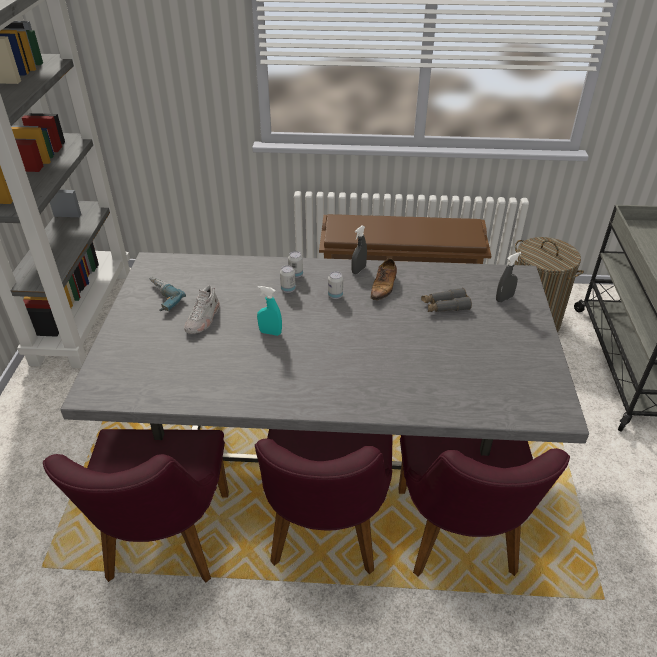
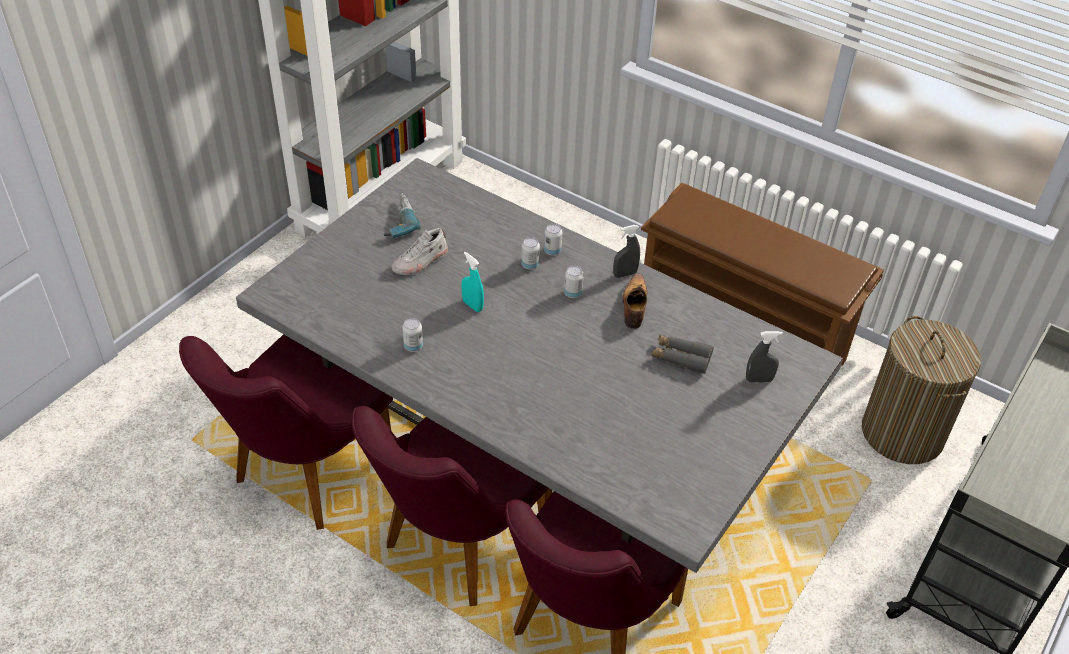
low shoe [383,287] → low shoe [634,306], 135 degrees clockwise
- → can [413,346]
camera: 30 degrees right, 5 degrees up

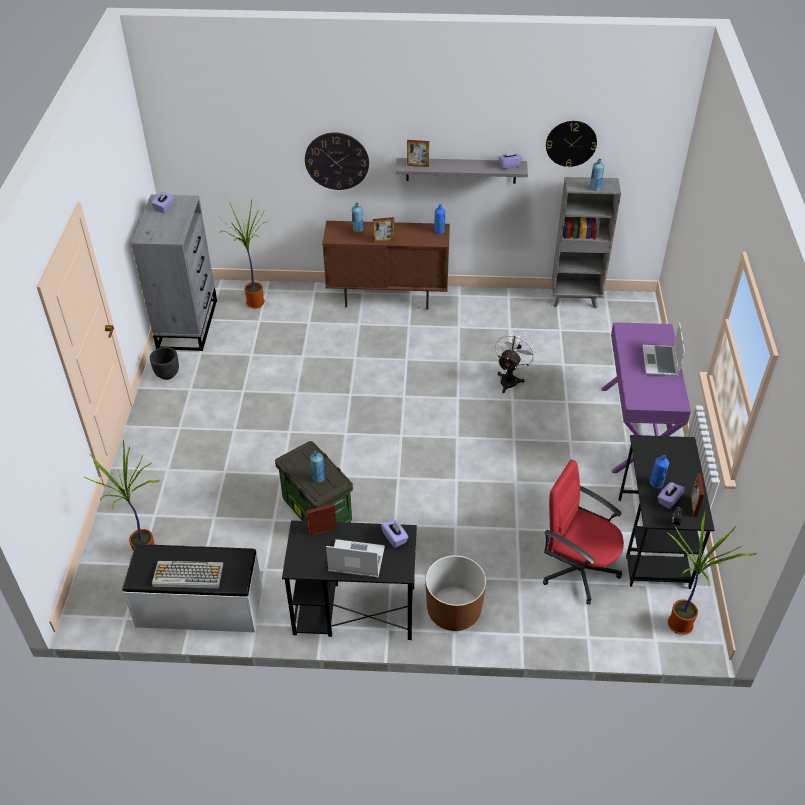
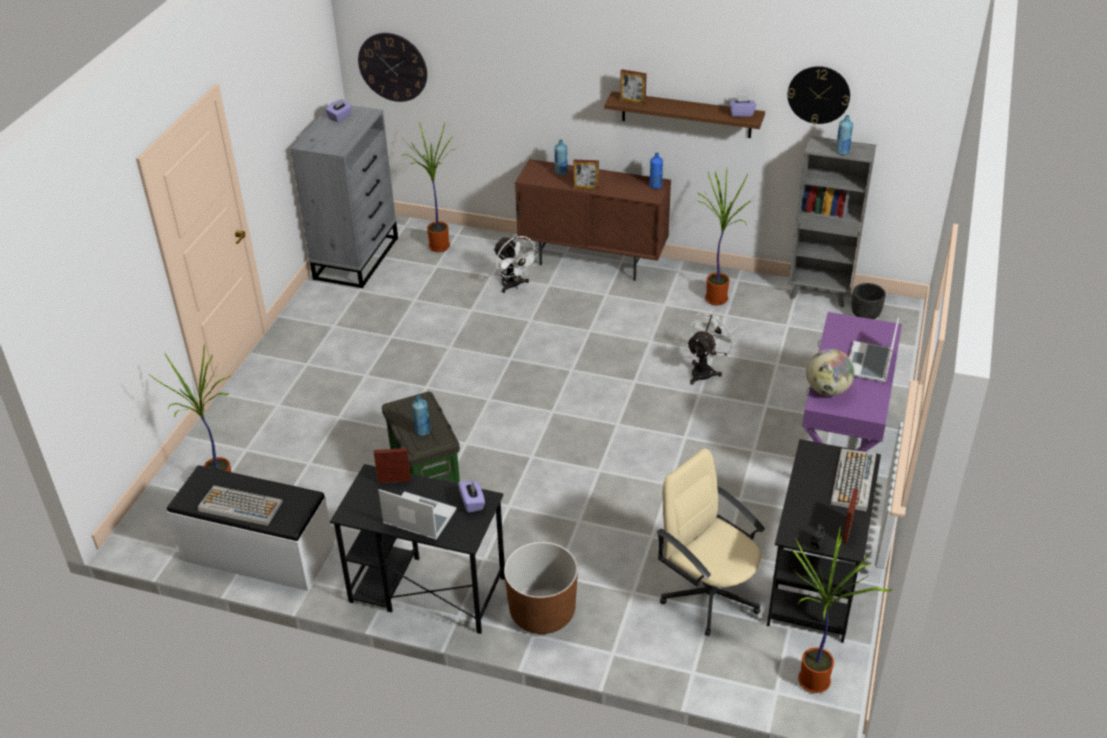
flower pot (black-coloured) [167,374] → flower pot (black-coloured) [864,316], shifted
hanging clock [337,161] → hanging clock [393,67], shifted
wall shelf (grey) [461,170] → wall shelf (brownish) [686,115]
office chair (reddish) [578,569] → office chair (sand-coloured) [709,594]
beverage bottle (bluish) [656,483] → -
tissue box (purple-coloured) [668,500] → -
- → electric fan (white) [514,286]
- → houseplant [716,298]
- → globe [827,390]
- → PC keyboard [853,481]
camera: 15 degrees right, 5 degrees down

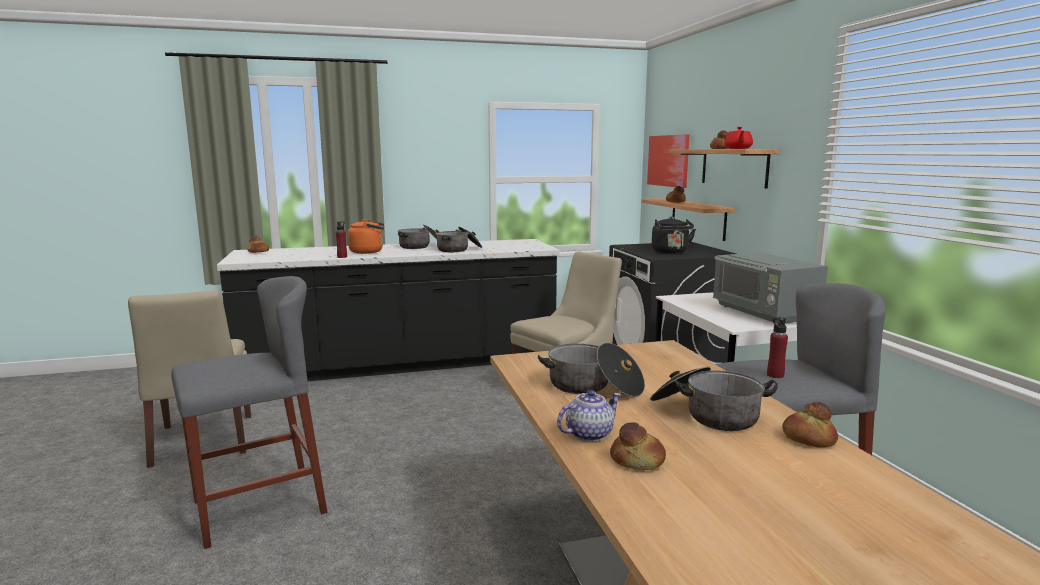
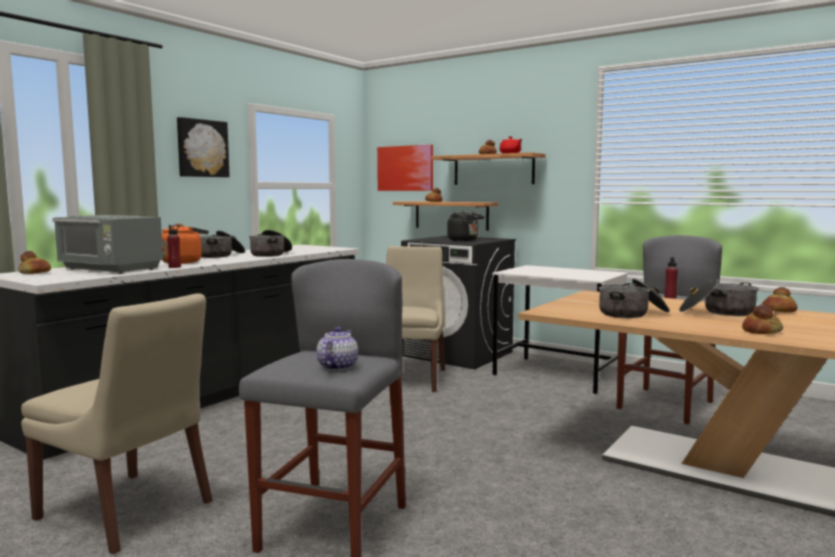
pot for tea [589,434] → pot for tea [337,366], shifted
kitchen microwave (grey) [764,314] → kitchen microwave (grey) [111,269], shifted
- → wall art [202,148]
camera: 40 degrees left, 5 degrees down

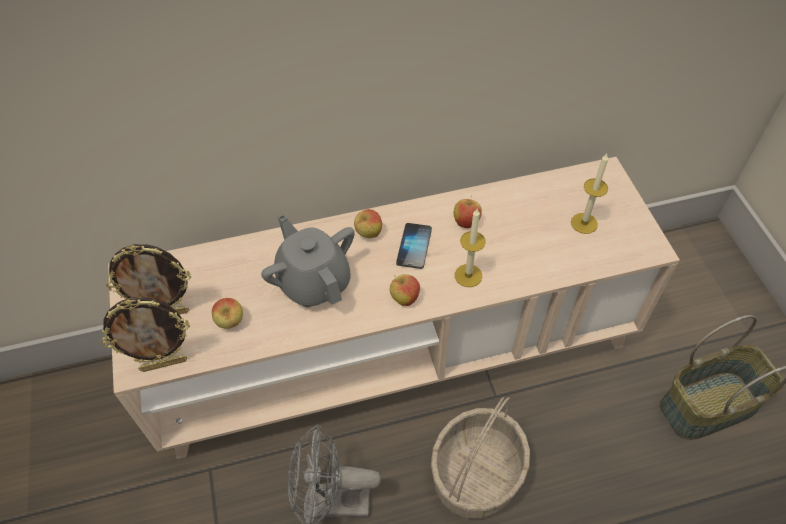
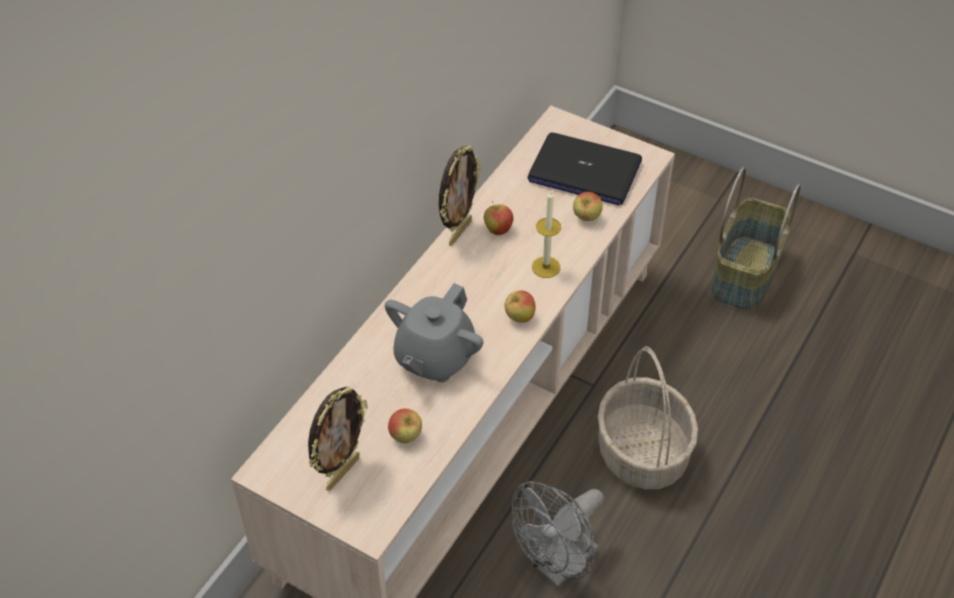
photo frame [164,363] → photo frame [459,232], shifted
pot for tea (grey) [314,282] → pot for tea (grey) [434,358], 75 degrees counterclockwise
apple [368,233] → apple [586,218], shifted
phone [414,246] → -
wax candle [584,223] → notebook computer [584,171]
camera: 45 degrees left, 5 degrees down

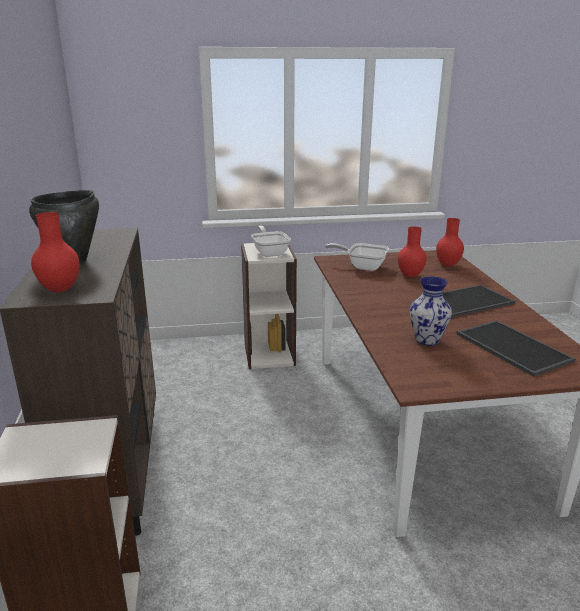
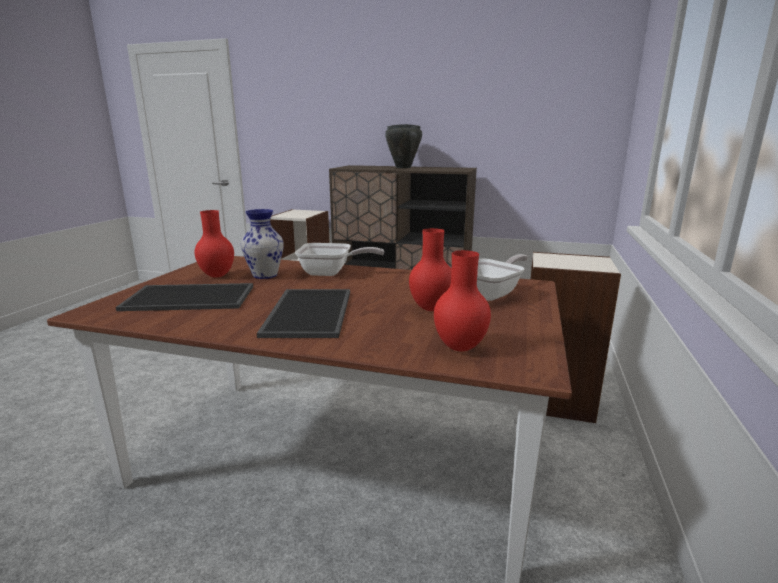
flower vase (reddish) [59,290] → flower vase (reddish) [217,275], shifted
frying pan [270,252] → frying pan [331,273], shifted
camera: 115 degrees right, 5 degrees down

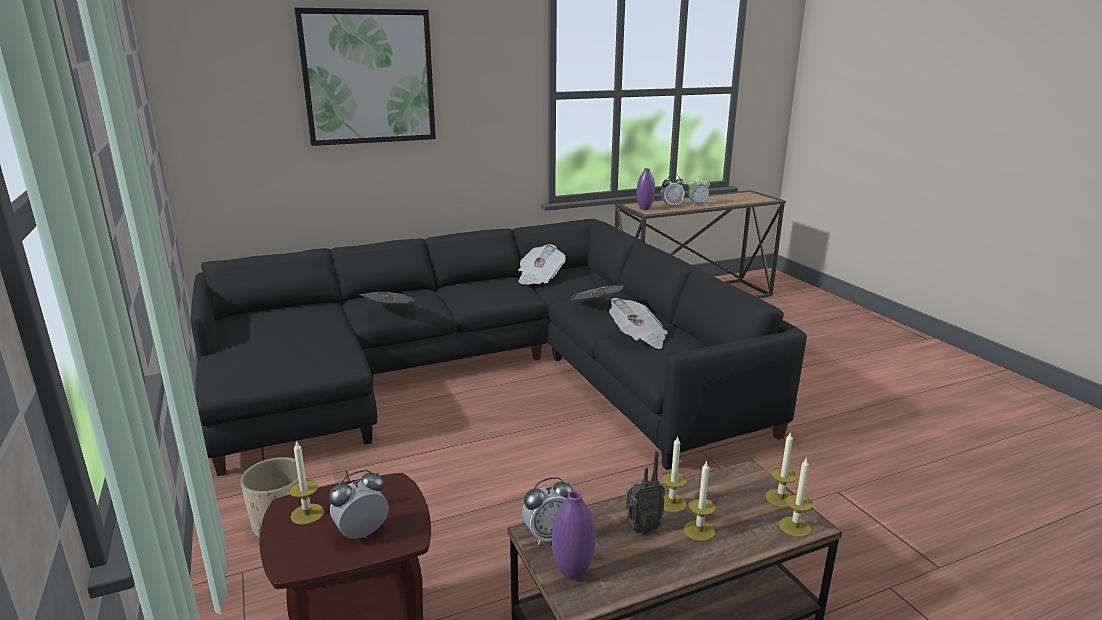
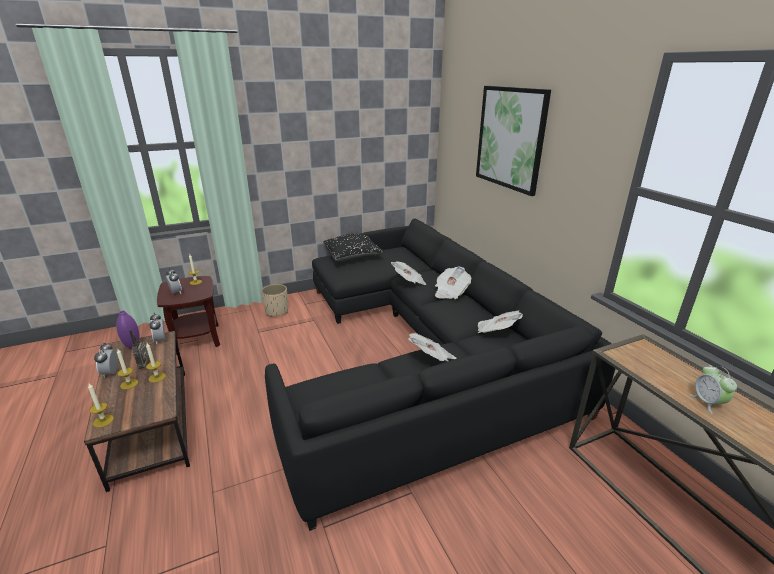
daily paper [638,338] → daily paper [450,292], shifted
flower vase (purple-coloured) [644,208] → -
table clock [671,205] → table clock [111,373], shifted
wax candle [780,498] → -
- → throw pillow (black-coloured) [353,256]
camera: 90 degrees right, 5 degrees up

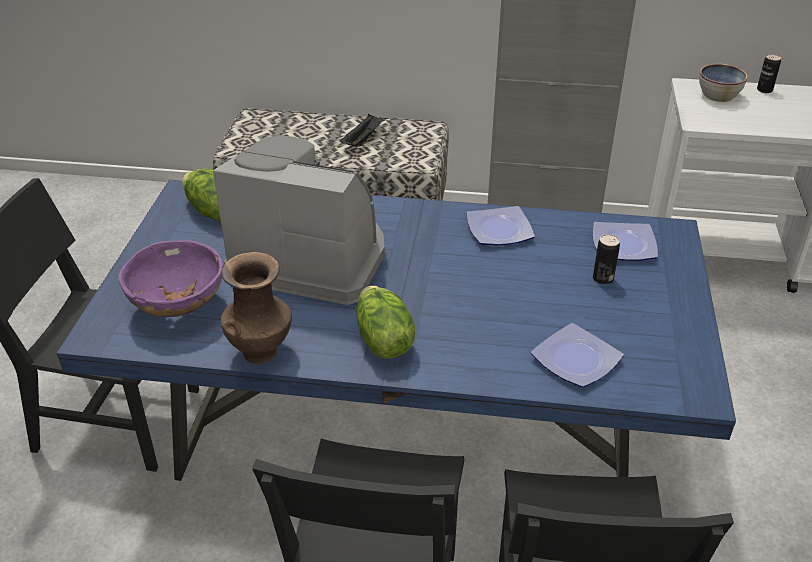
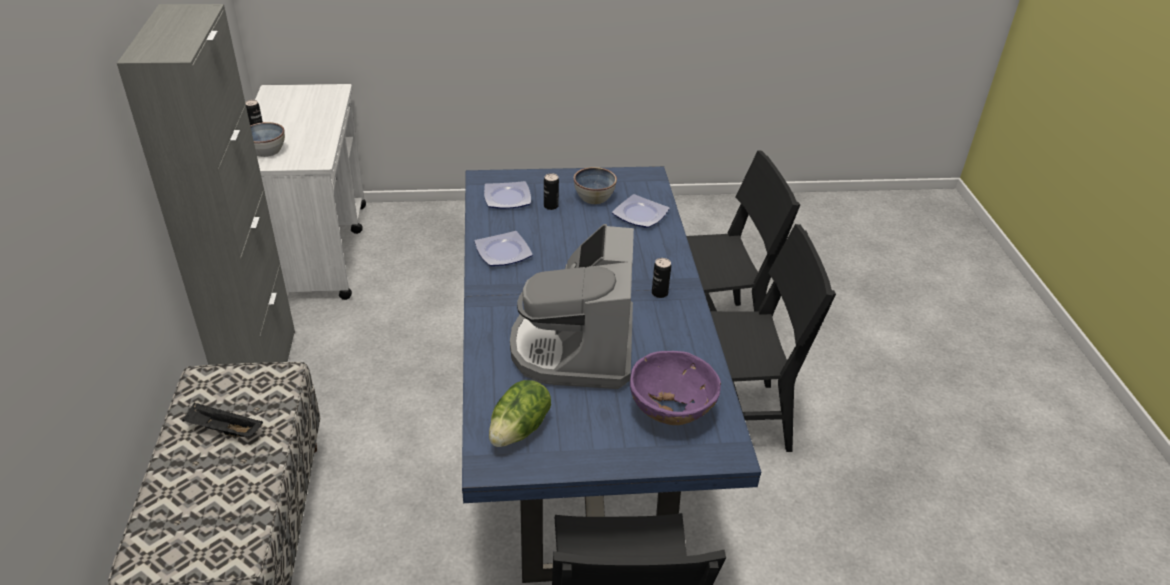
flower vase (brownish) [261,351] → -
lettuce head [382,341] → can [659,293]
- → serving bowl [594,197]
camera: 105 degrees left, 0 degrees up

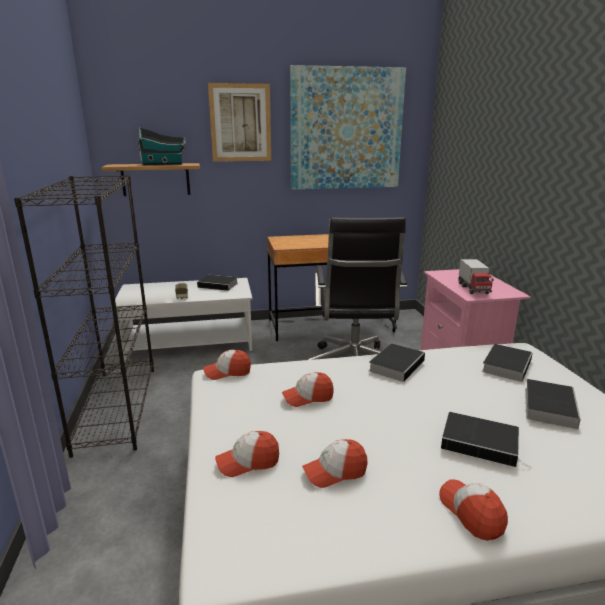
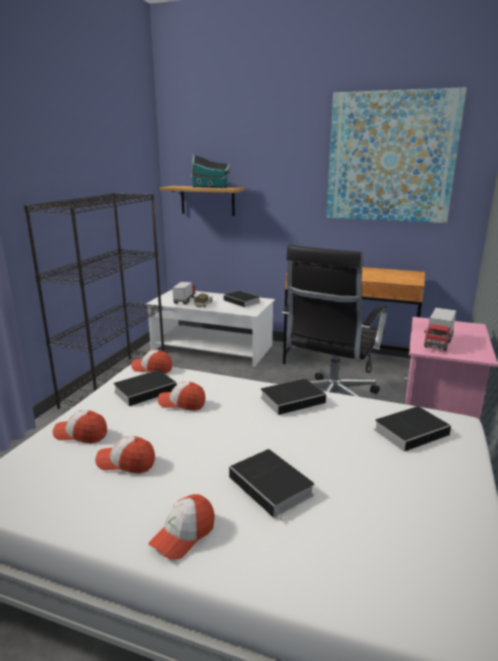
wall art [240,123] → -
baseball cap [471,513] → baseball cap [183,535], 150 degrees counterclockwise
book [549,406] → book [147,390], shifted
- → toy lorry [185,300]
camera: 30 degrees right, 0 degrees up

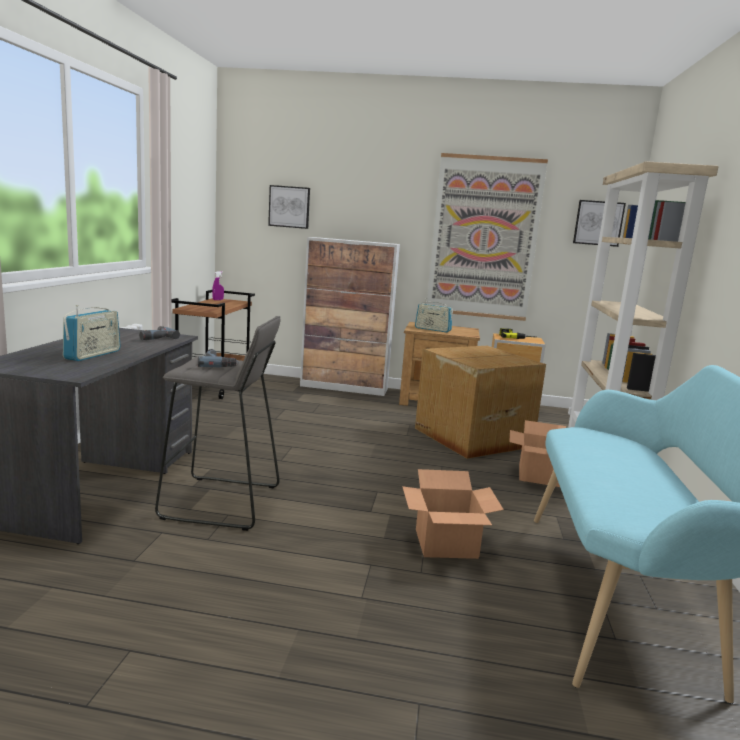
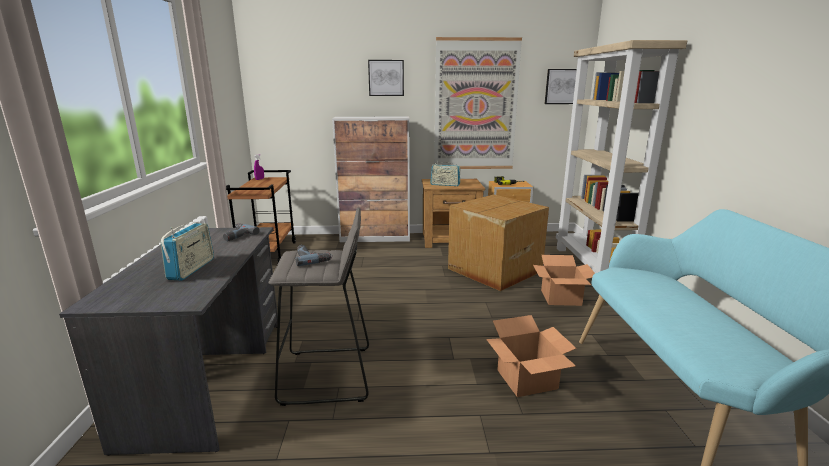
wall art [289,207] → wall art [386,78], shifted
camera: 10 degrees left, 5 degrees up

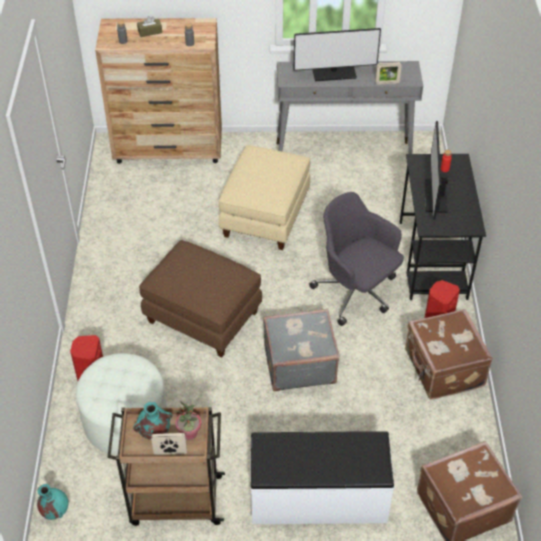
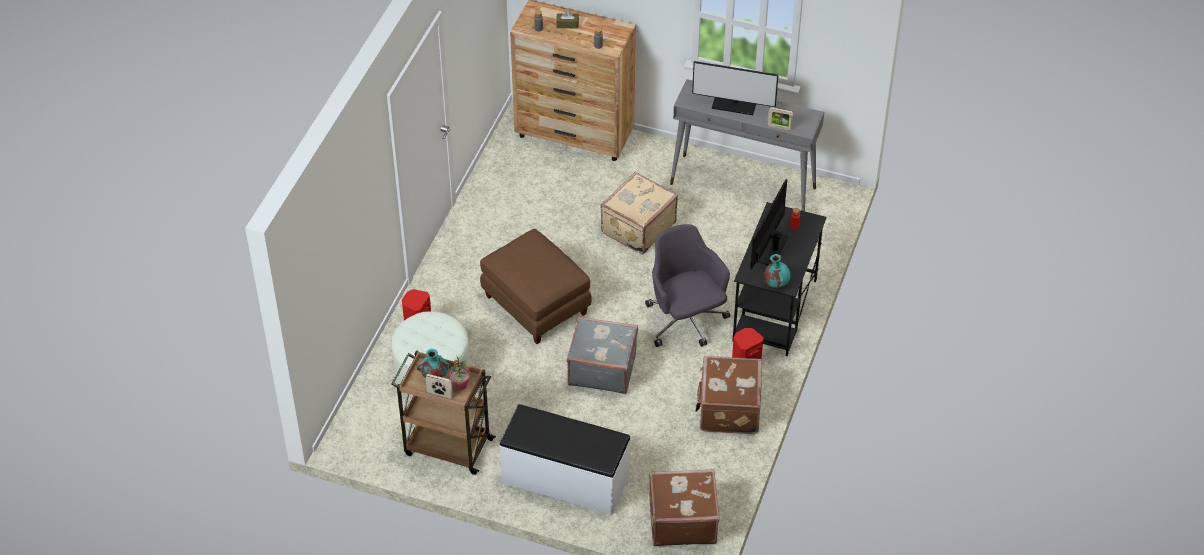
flower vase (turquoise-coloured) [54,510] → flower vase (turquoise-coloured) [776,283], shifted
footrest (sand-coloured) [266,216] → suitcase (sand-coloured) [637,227]
camera: 20 degrees right, 0 degrees up

